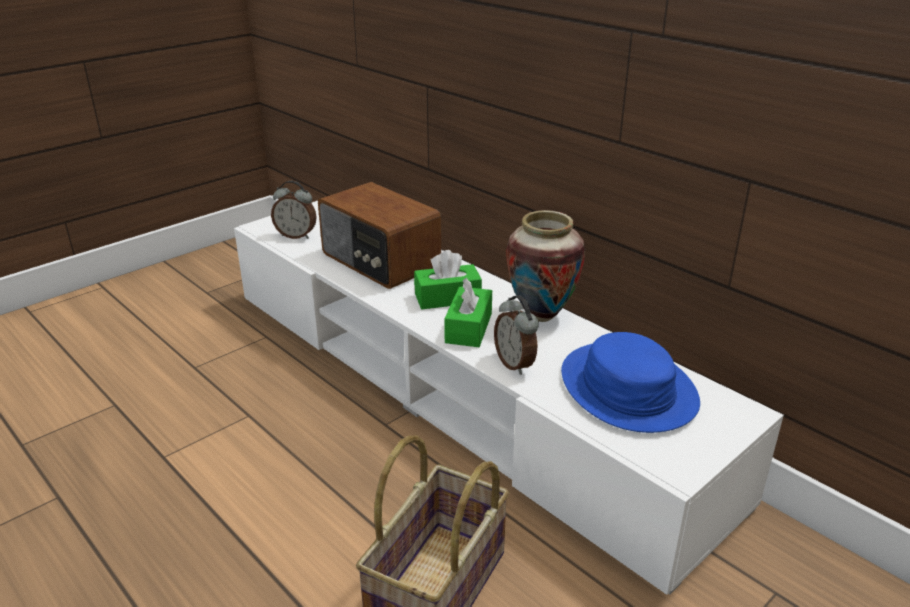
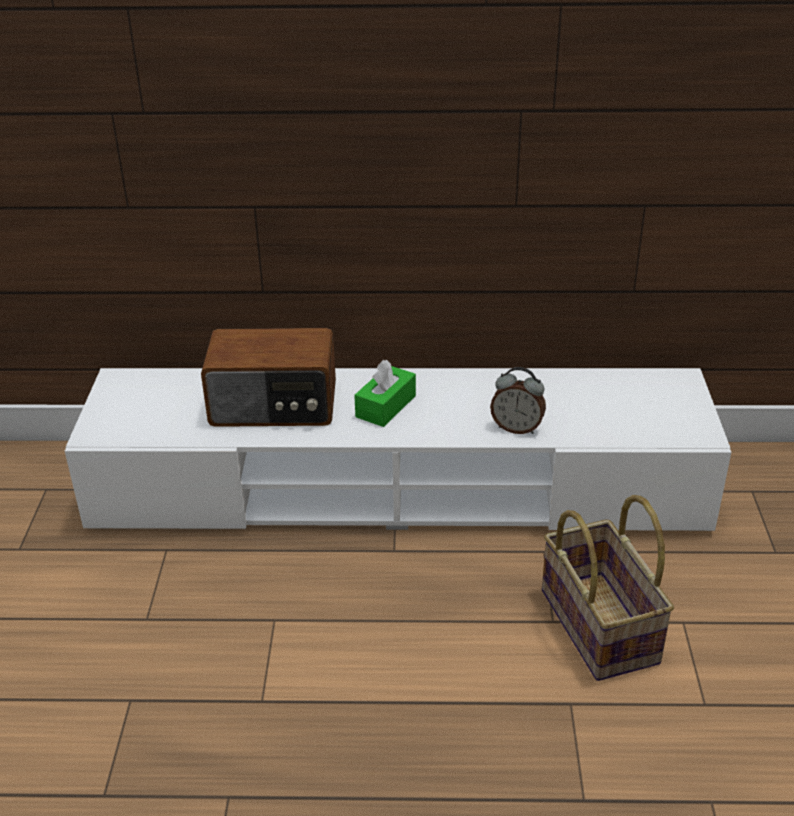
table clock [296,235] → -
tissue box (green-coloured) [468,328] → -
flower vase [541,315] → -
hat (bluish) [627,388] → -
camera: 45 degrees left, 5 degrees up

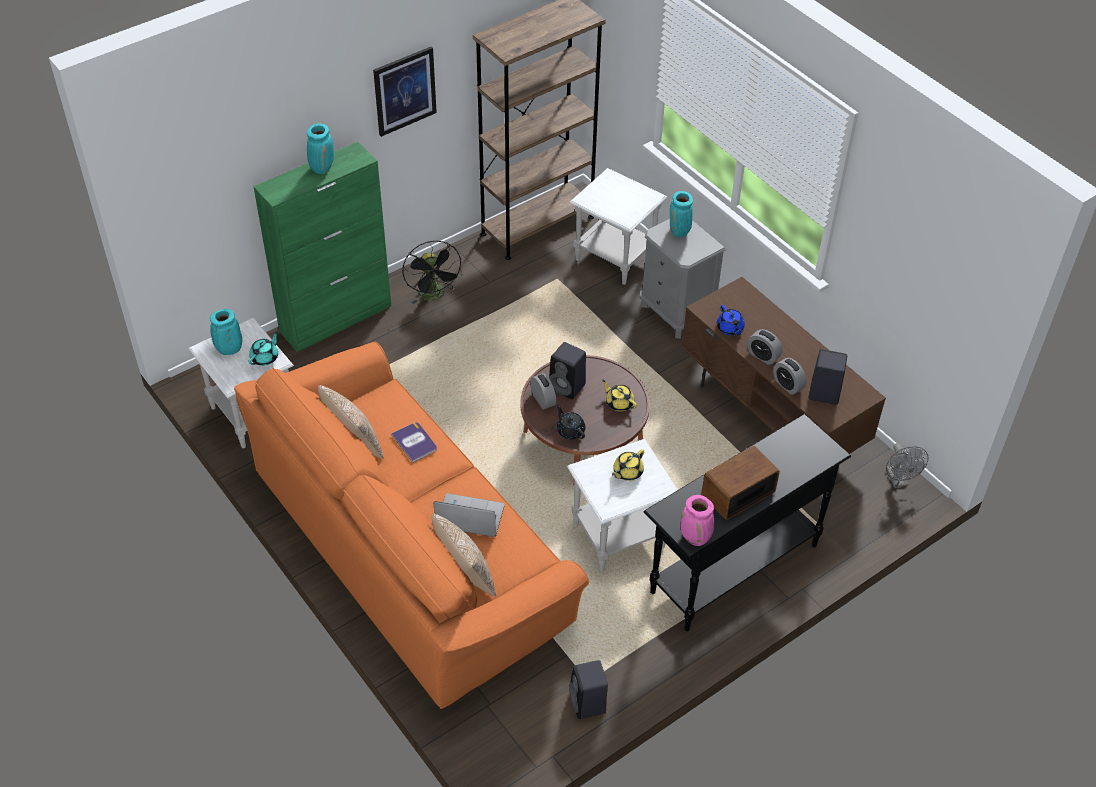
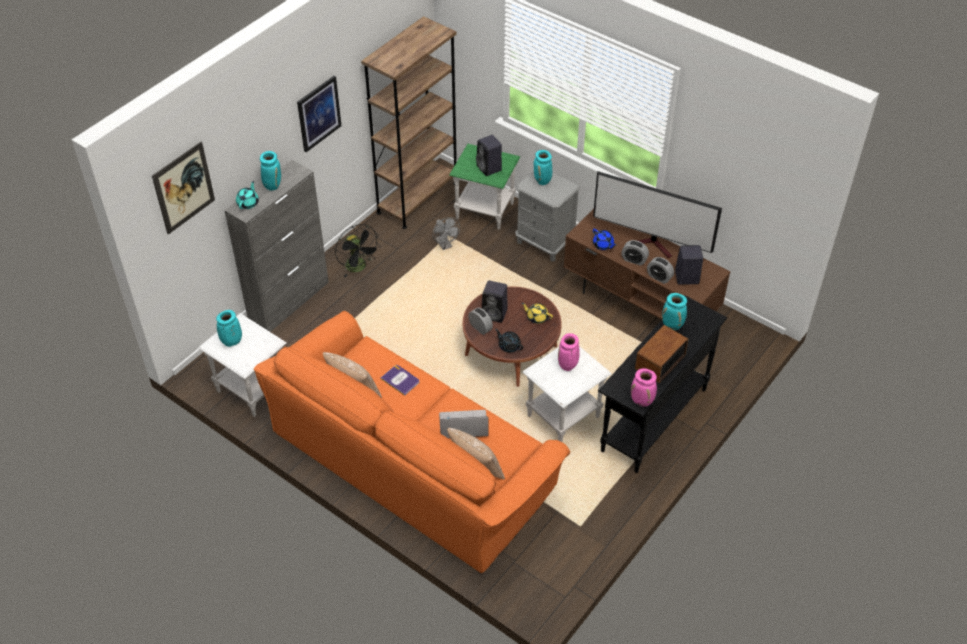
pot for tea (turquoise-coloured) [265,357] → pot for tea (turquoise-coloured) [248,203], shifted
storage cabinet (green-coloured) [336,318] → storage cabinet (grey) [289,301]
accent table (white) [615,258] → accent table (green-coloured) [485,211]
speaker (black-coloured) [588,704] → speaker (black-coloured) [489,168], shifted
pot for tea (yellowish) [627,472] → flower vase (pink-coloured) [568,366]
electric fan (grey) [898,481] → electric fan (grey) [445,245], shifted
- → wall art [184,188]
- → TV [652,245]
- → flower vase (turquoise-coloured) [673,325]
camera: 15 degrees left, 0 degrees up

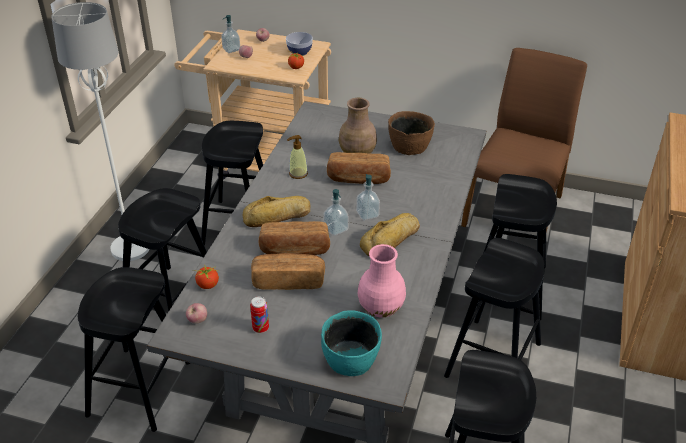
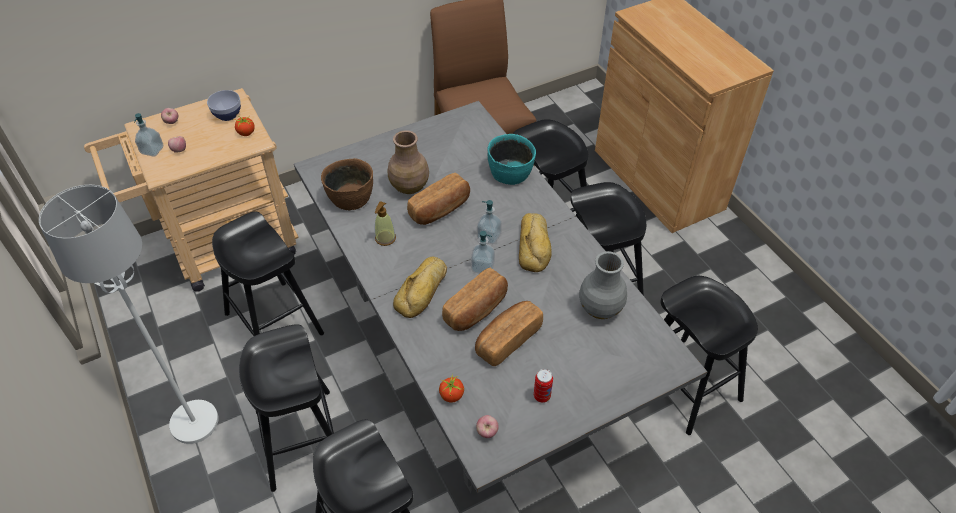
serving bowl (turquoise-coloured) [351,358] → serving bowl (turquoise-coloured) [510,172], shifted
flower vase (pink-coloured) [381,309] → flower vase (grey) [600,308]
serving bowl (brownish) [409,145] → serving bowl (brownish) [350,197], shifted
camera: 45 degrees left, 10 degrees up

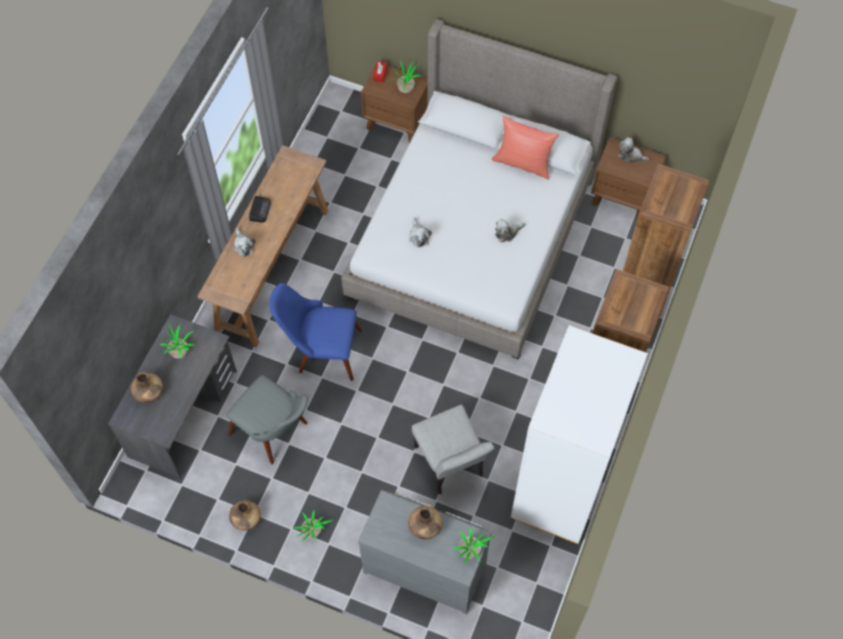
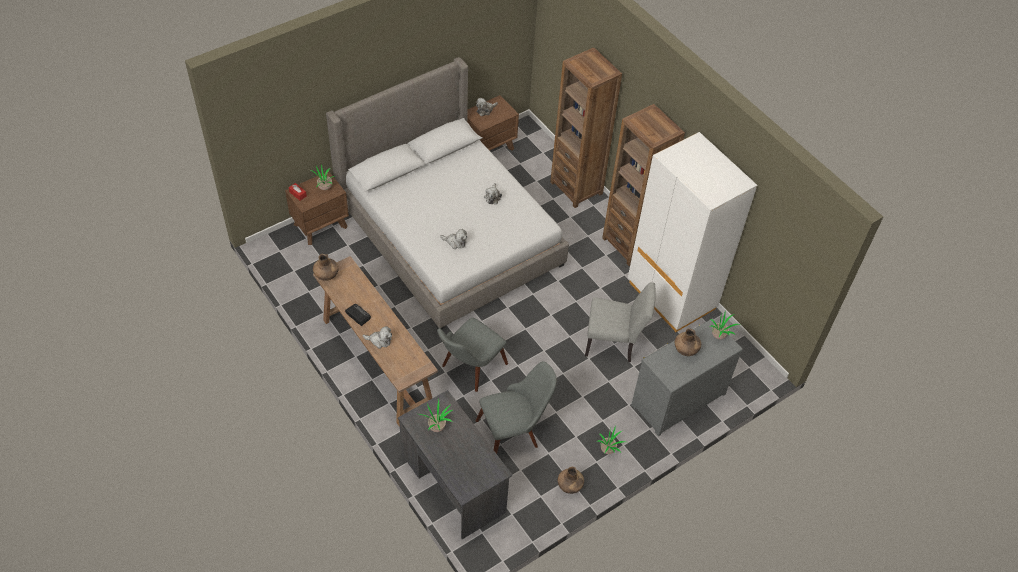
flower vase (brownish) [149,393] → flower vase (brownish) [326,275], shifted
chair (bluish) [320,350] → chair (grey) [469,369]
throw pillow (reddish) [523,163] → -
camera: 60 degrees left, 10 degrees down

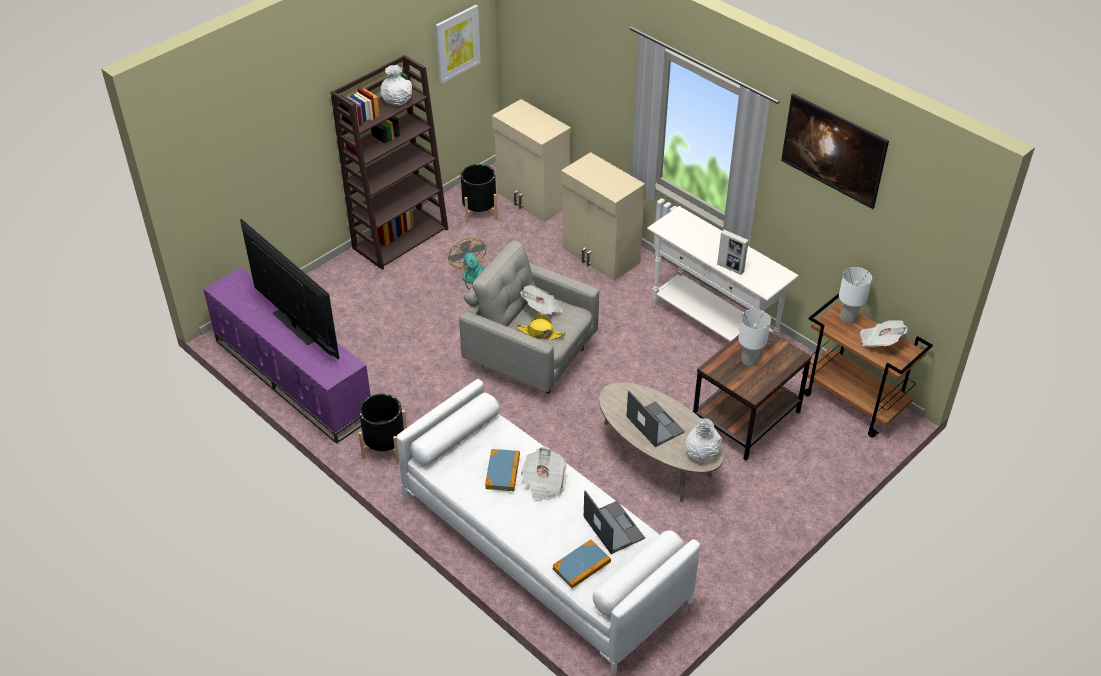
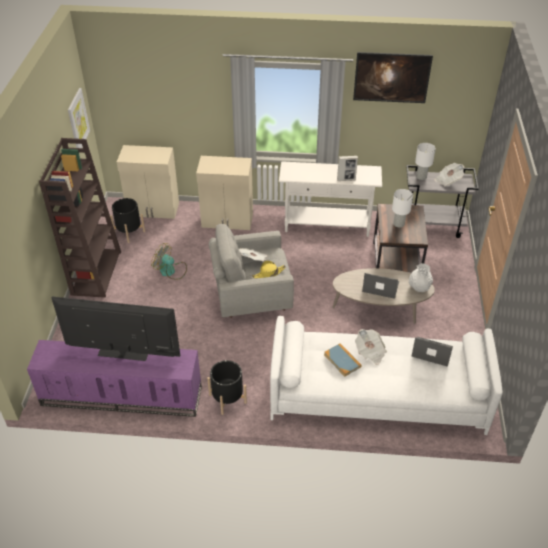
flower vase (white) [398,101] → -
book [581,565] → -
trolley (brownish) [854,402] → trolley (grey) [432,225]
camera: 40 degrees left, 0 degrees up

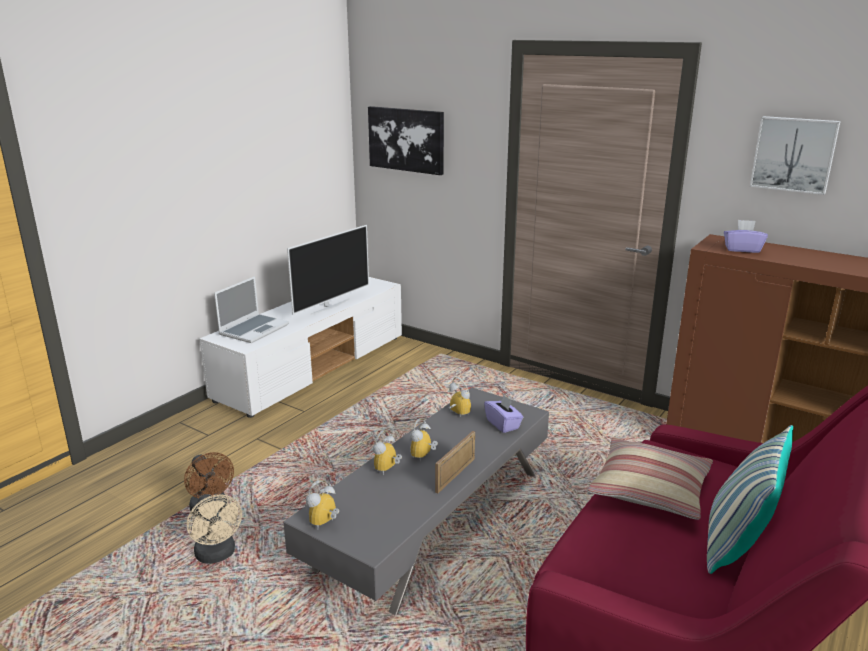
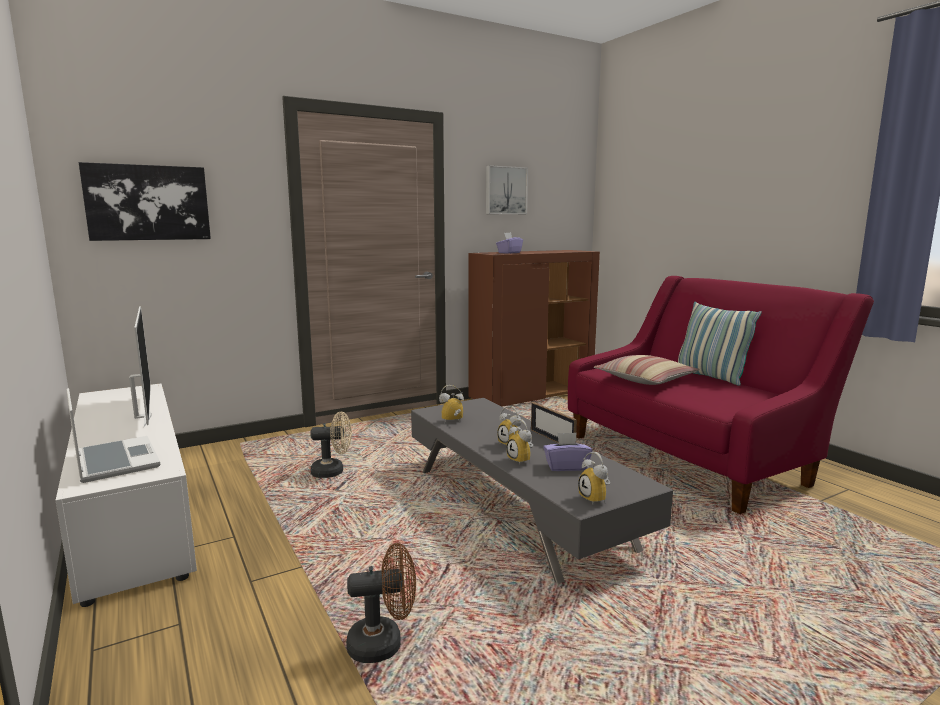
electric fan (sand-coloured) [217,555] → electric fan (sand-coloured) [333,471], shifted
tissue box (purple-coloured) [503,424] → tissue box (purple-coloured) [566,466], shifted
camera: 65 degrees left, 10 degrees down

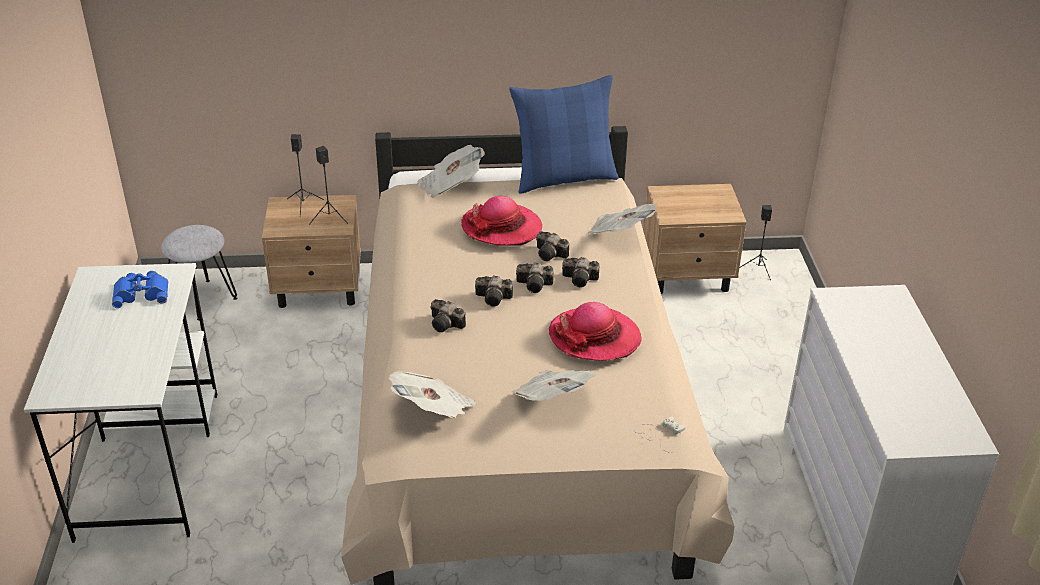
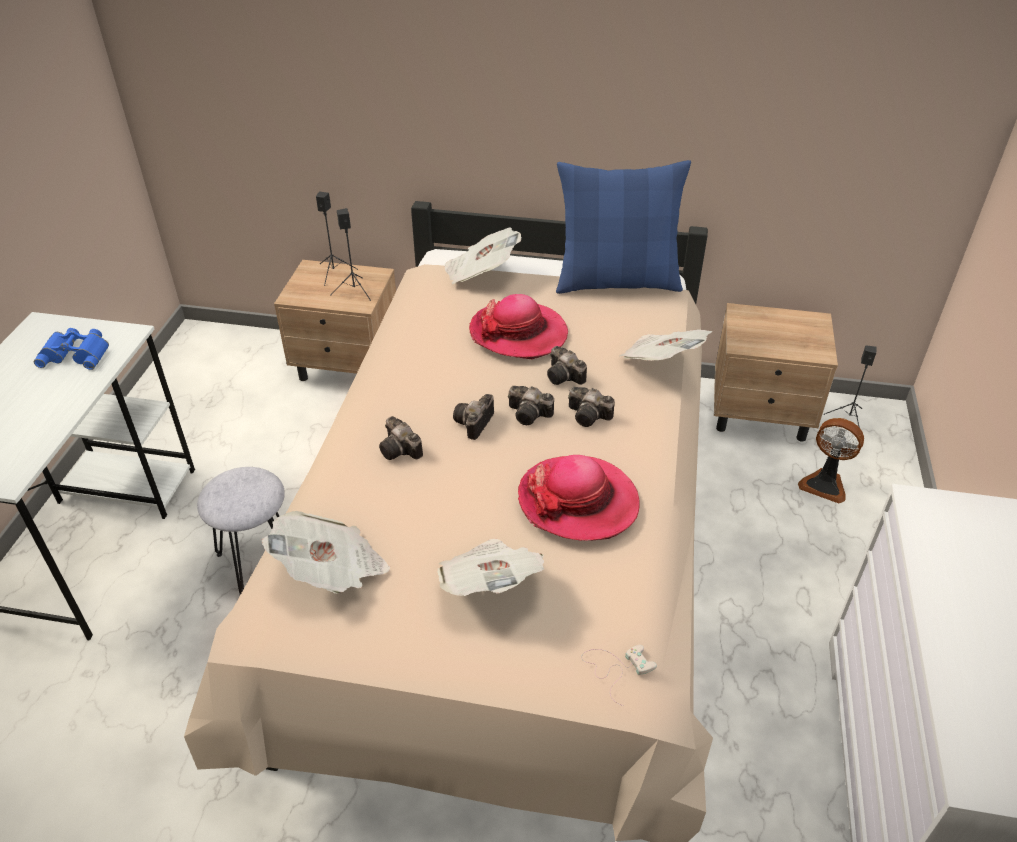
stool seat (grey) [203,299] → stool seat (grey) [259,561], shifted
still camera [495,298] → still camera [473,424], 90 degrees clockwise
- → electric fan [824,484]
camera: 15 degrees right, 5 degrees up

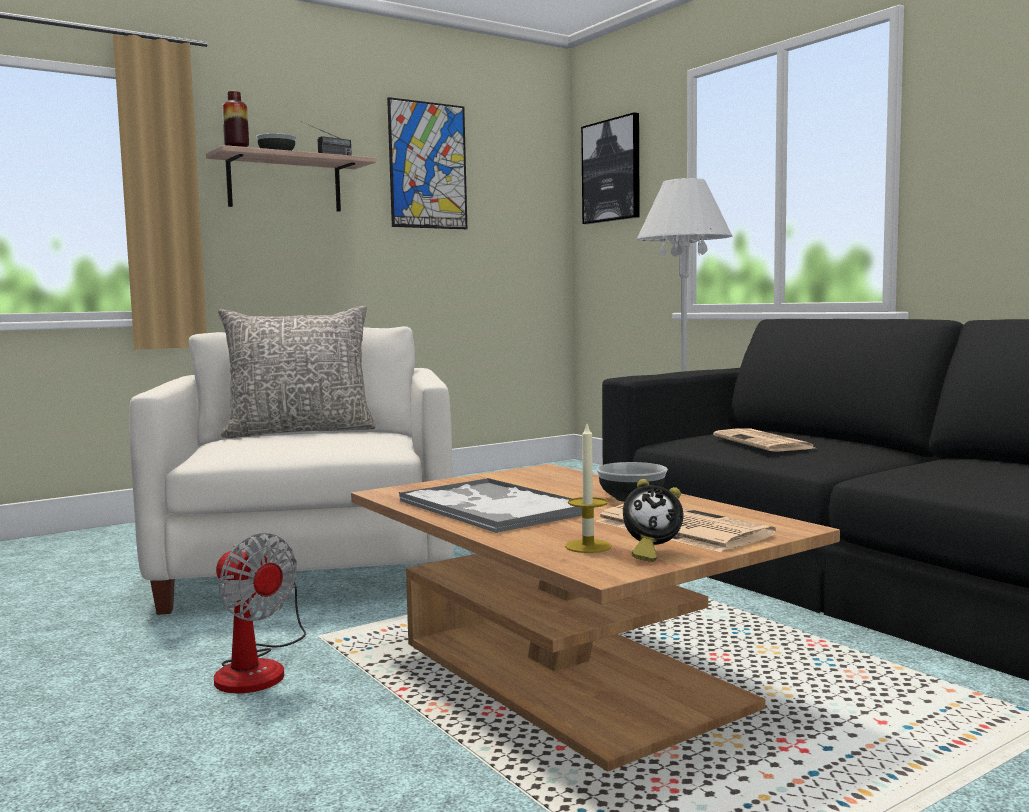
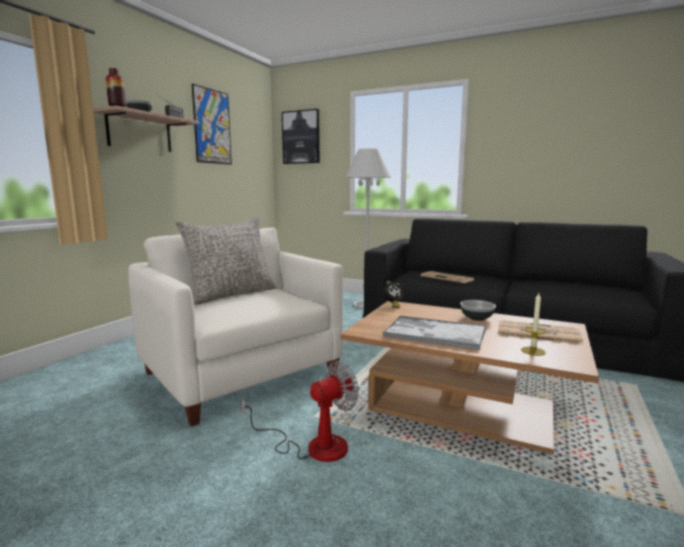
electric fan [258,667] → electric fan [313,446], 45 degrees counterclockwise
table clock [650,553] → table clock [393,305], shifted
camera: 30 degrees left, 5 degrees up

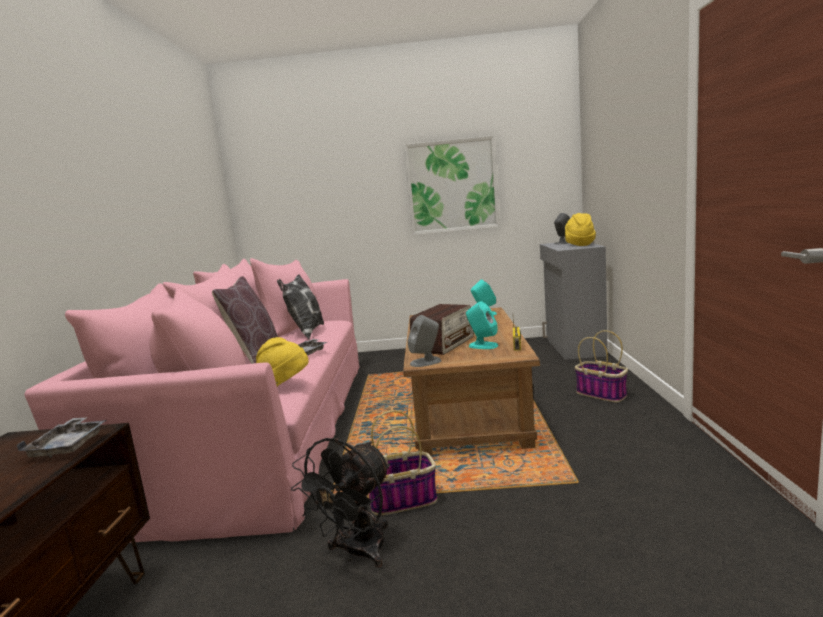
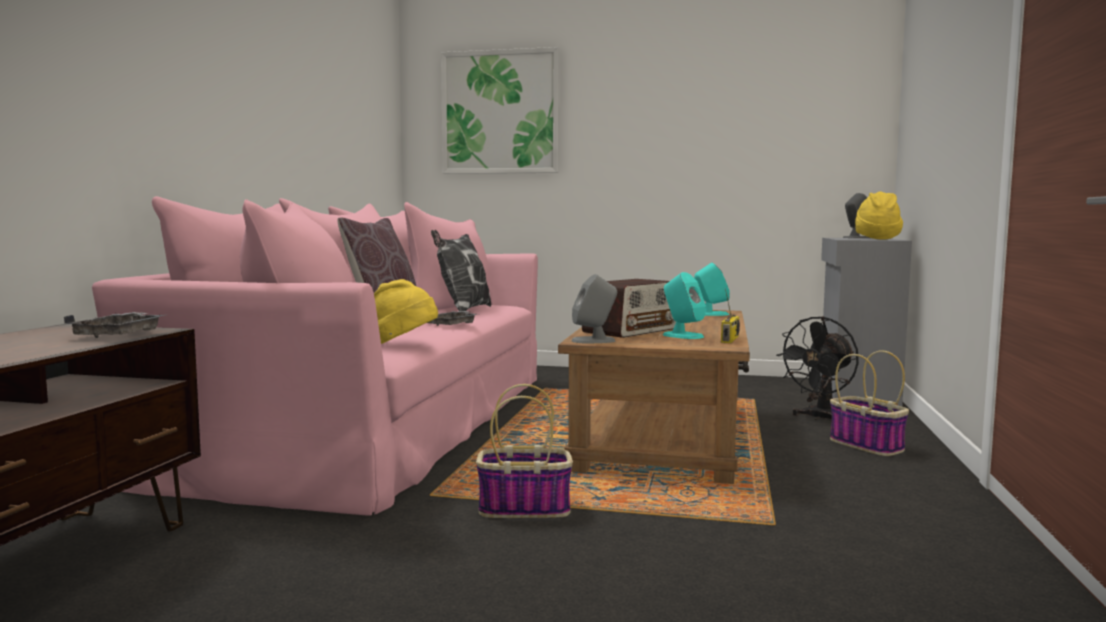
electric fan (black-coloured) [357,553] → electric fan (black-coloured) [820,418], shifted
wall art [452,186] → wall art [500,112], shifted
camera: 10 degrees right, 5 degrees down

